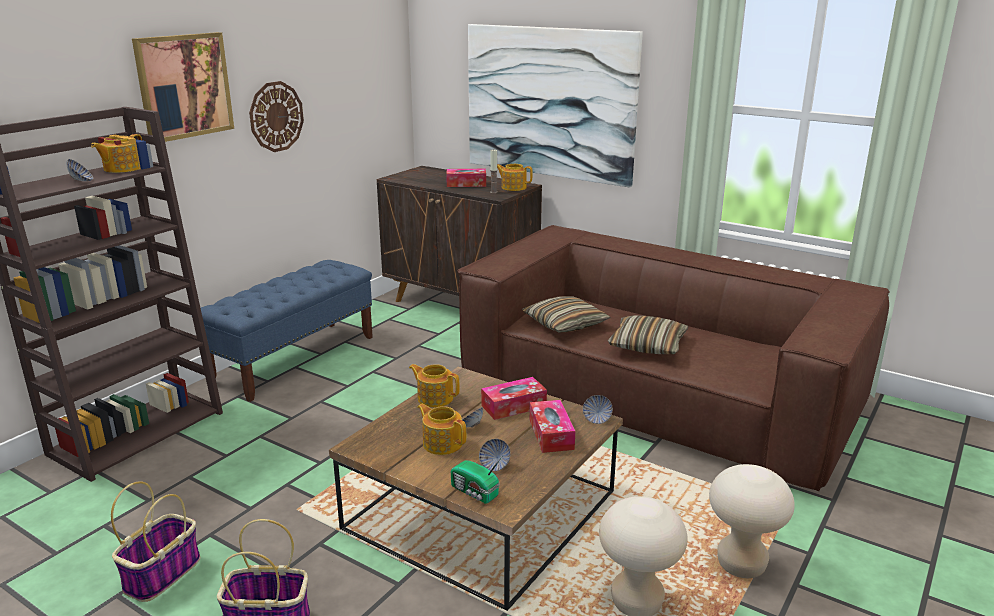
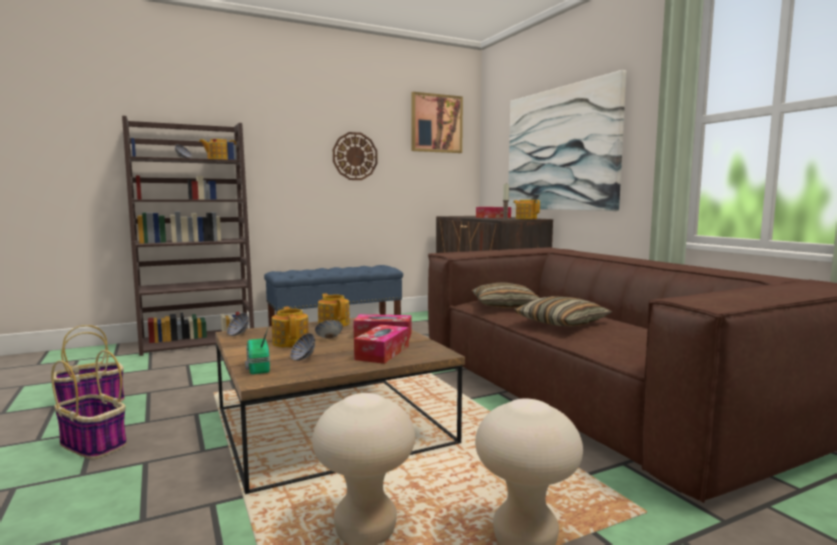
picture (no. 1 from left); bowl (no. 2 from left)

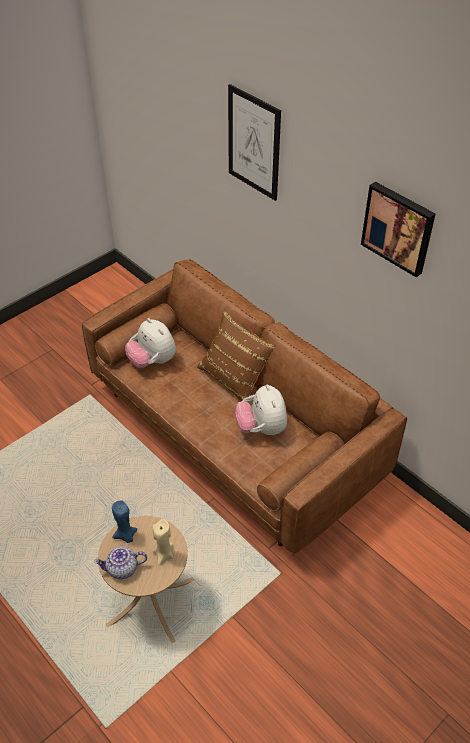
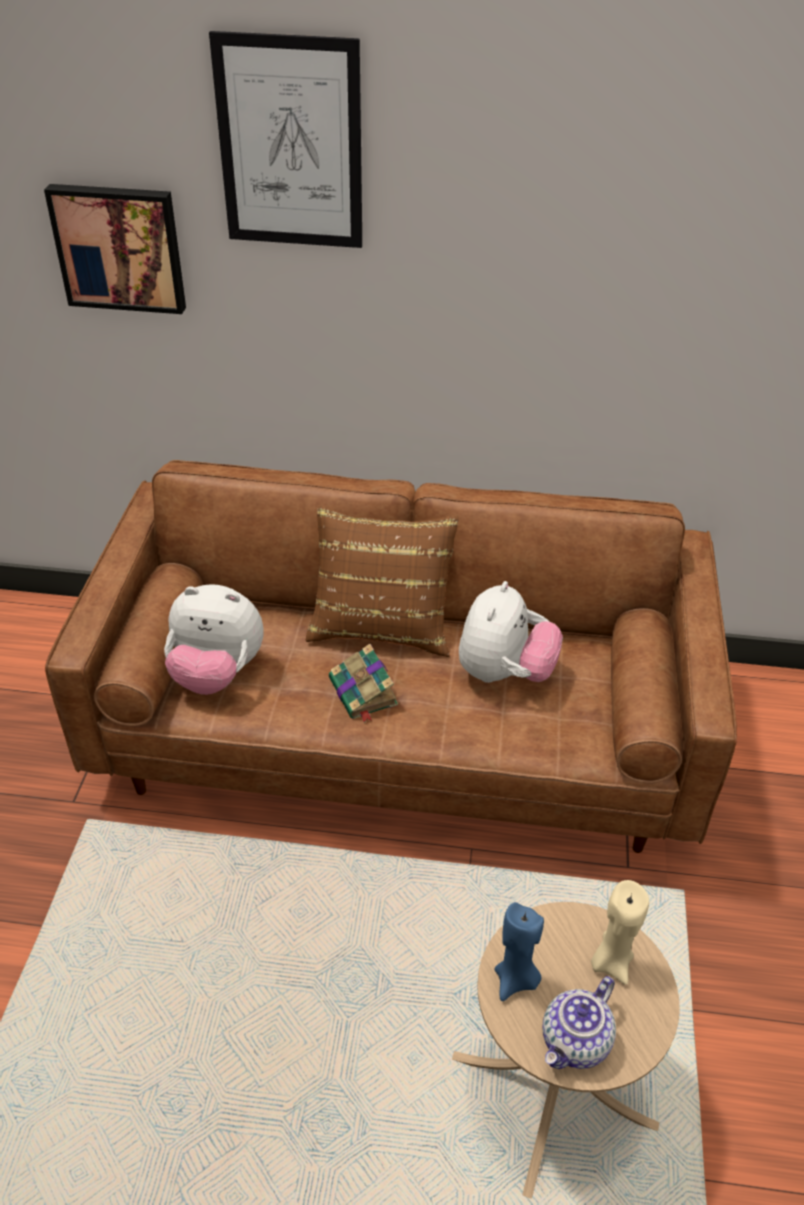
picture (no. 1 from left); plush toy (no. 2 from left); book

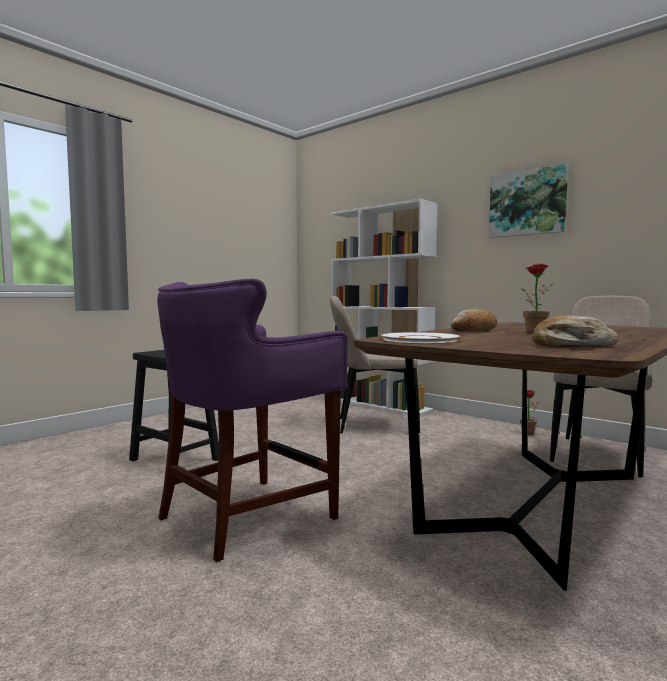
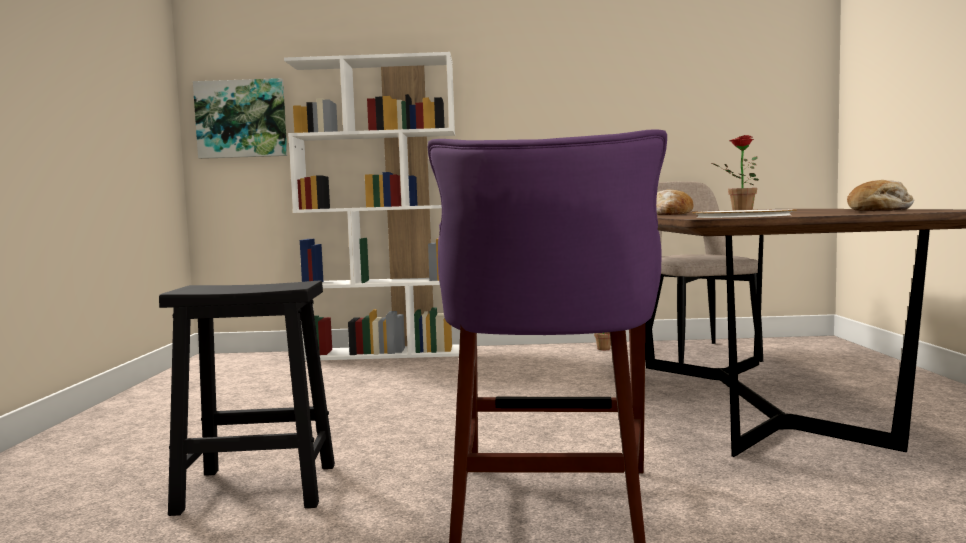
picture; chair/beige (no. 1 from left in the first image)

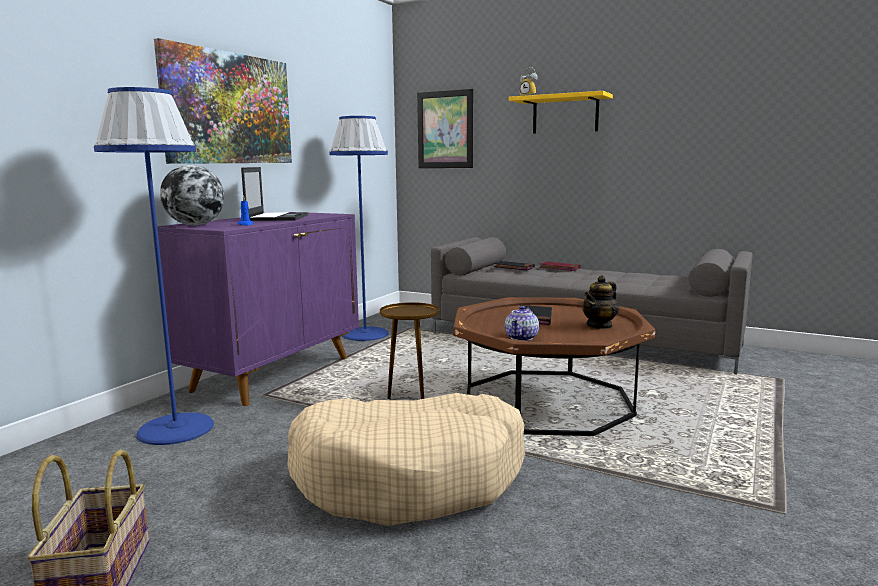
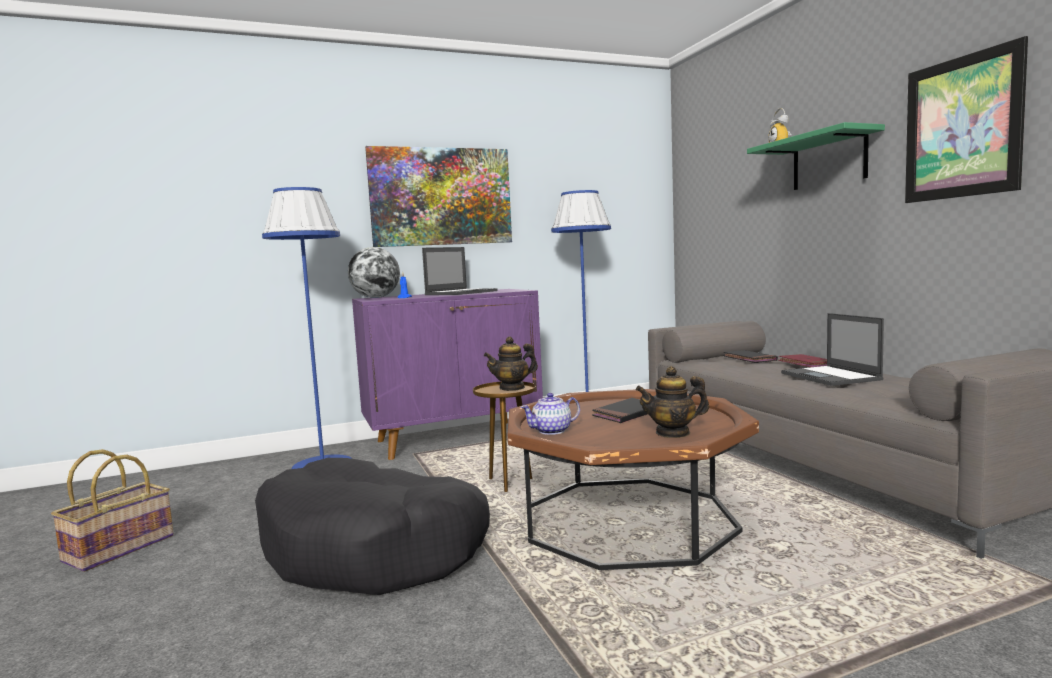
picture (no. 2 from left); shelf/green; dog bed/black; laptop (no. 2 from left); teapot (no. 1 from left)

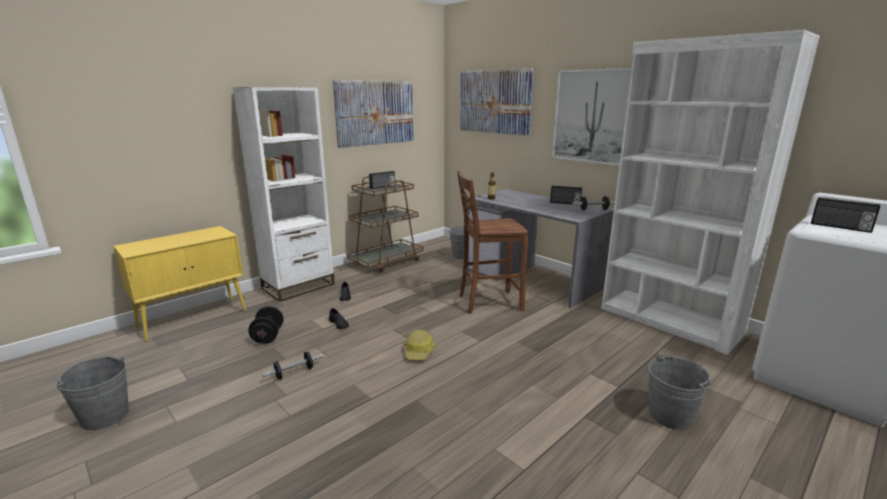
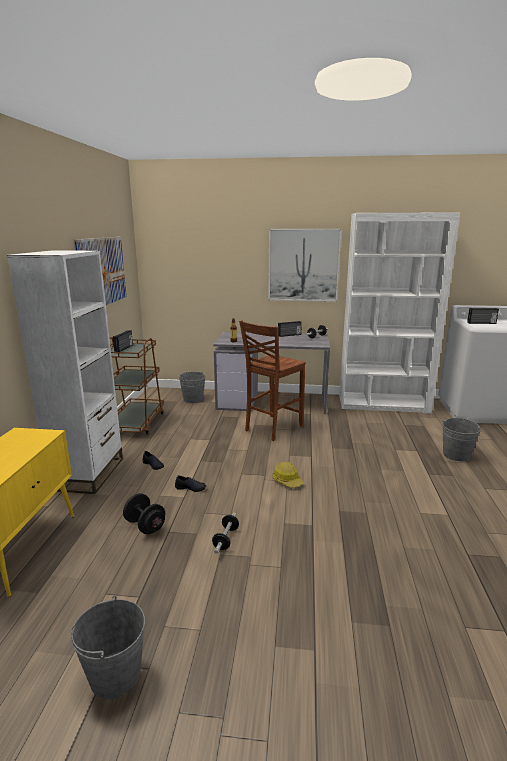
picture (no. 2 from left in the first image)

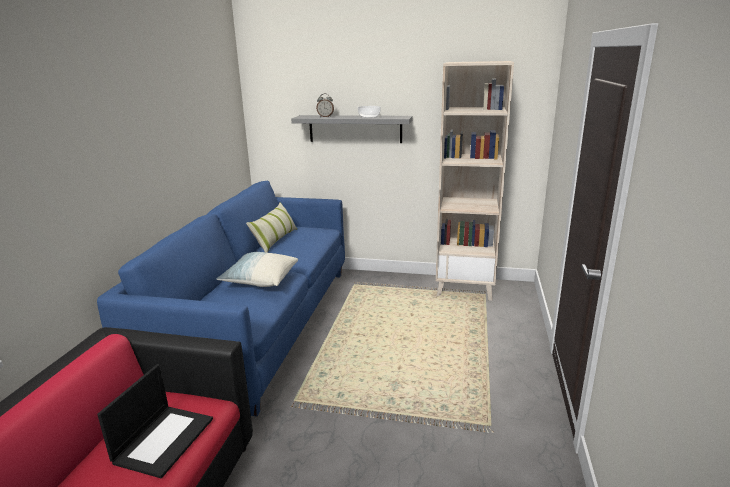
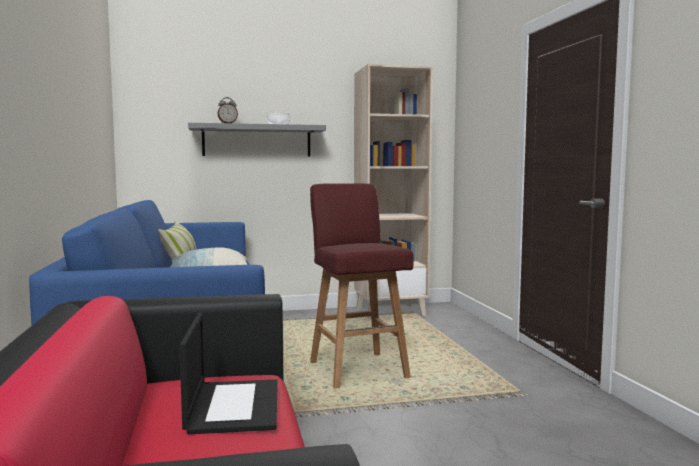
stool/red

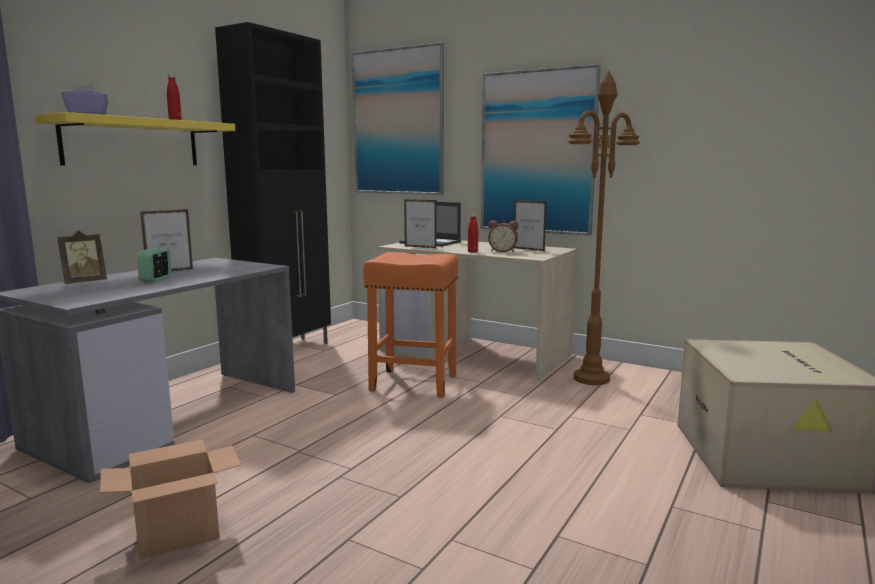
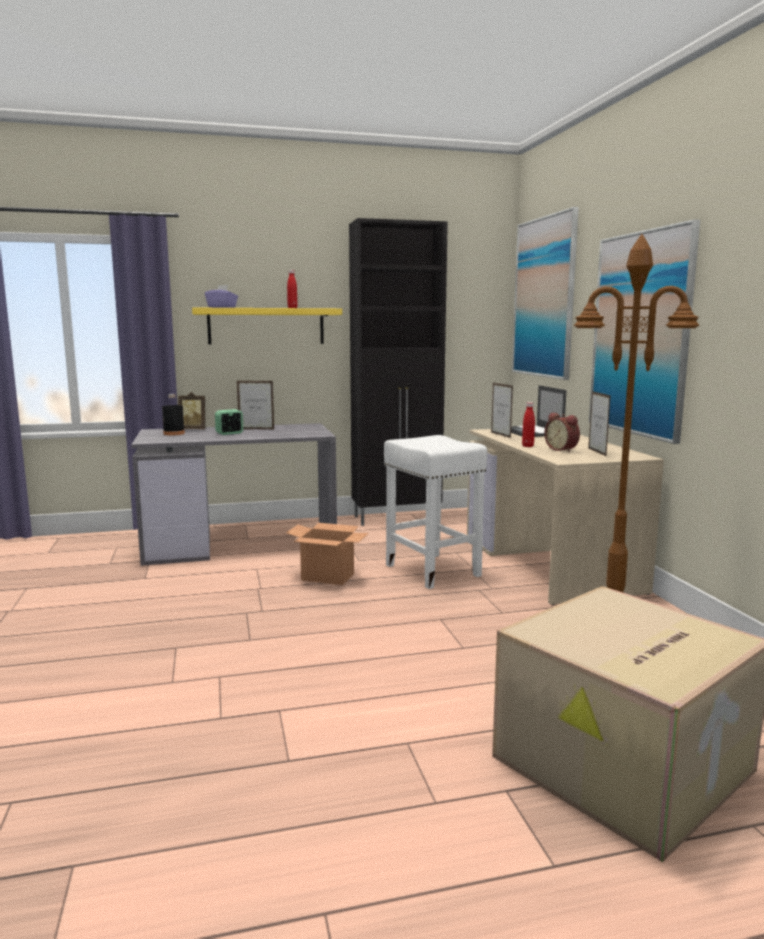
stool/white; cardboard box (no. 1 from left); bottle/black

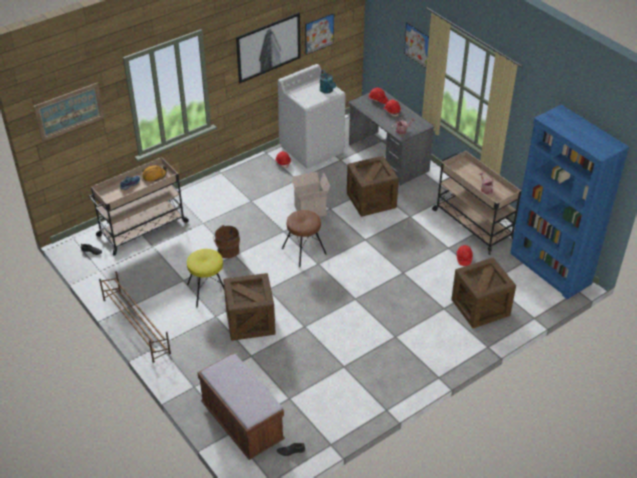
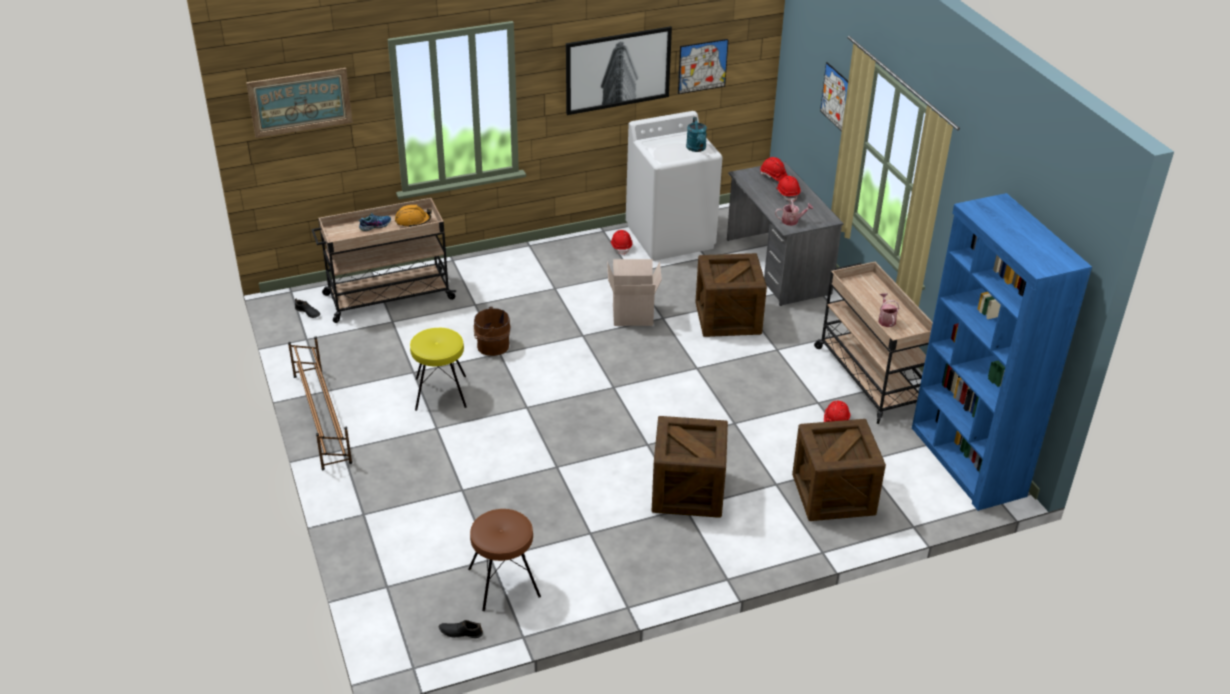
stool/brown; crate (no. 1 from left); bench/brown

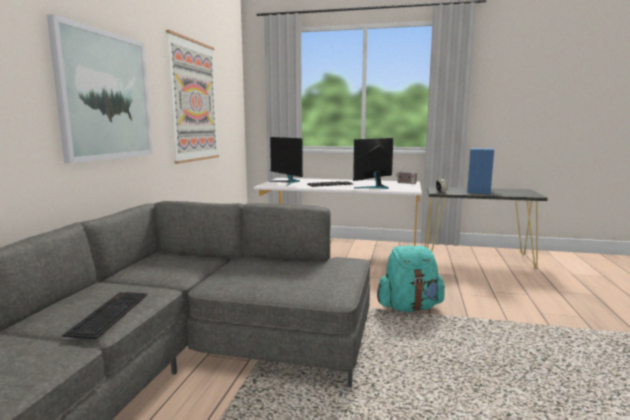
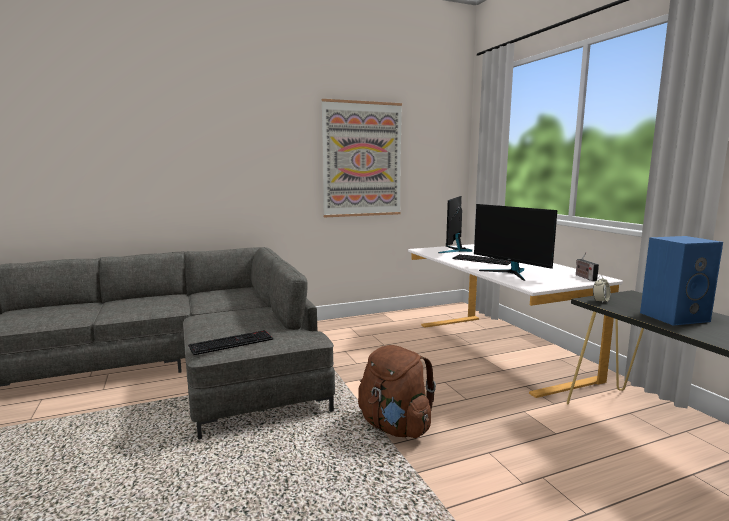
picture (no. 1 from left in the first image); monitor (no. 2 from left); backpack/brown; keyboard (no. 1 from left)

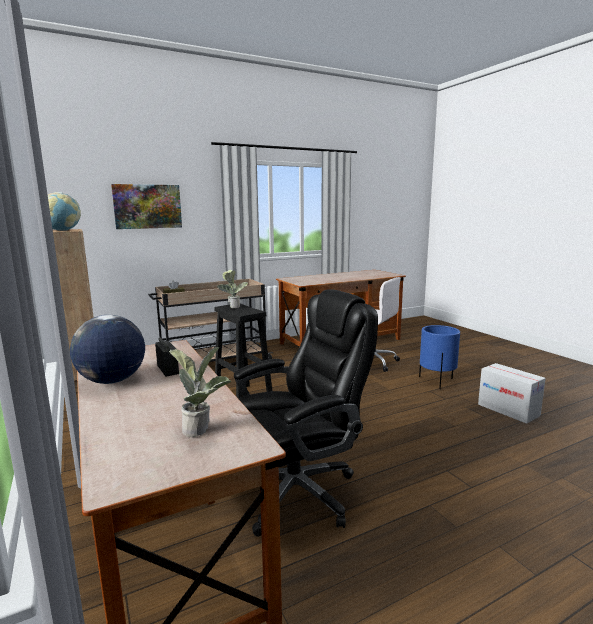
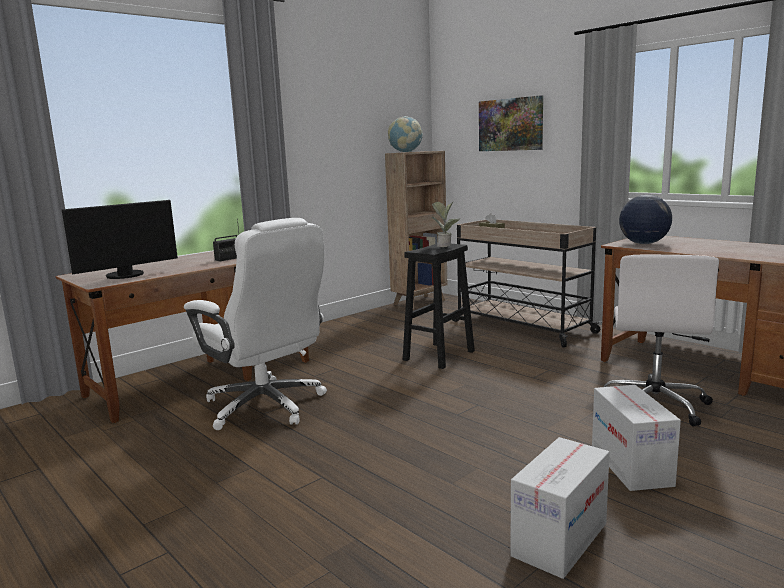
office chair/white (no. 1 from left); globe (no. 2 from left); cardboard box (no. 2 from left); monitor

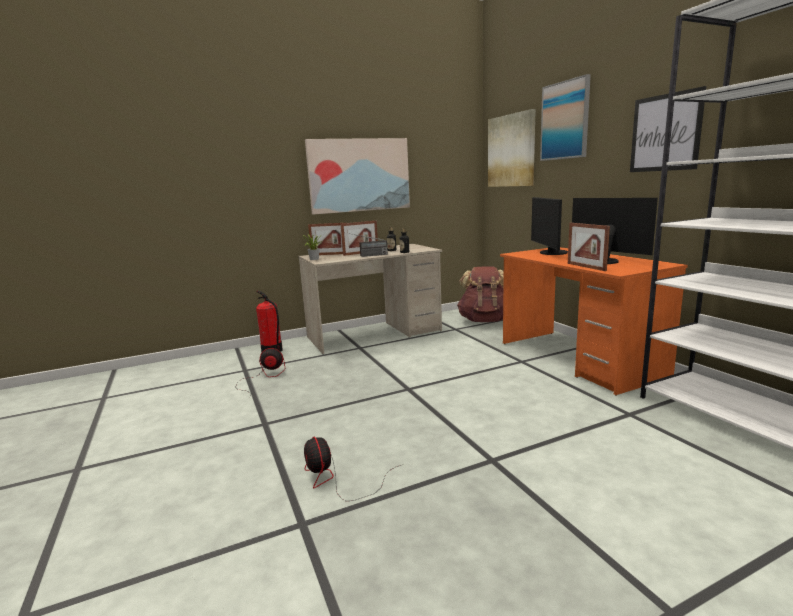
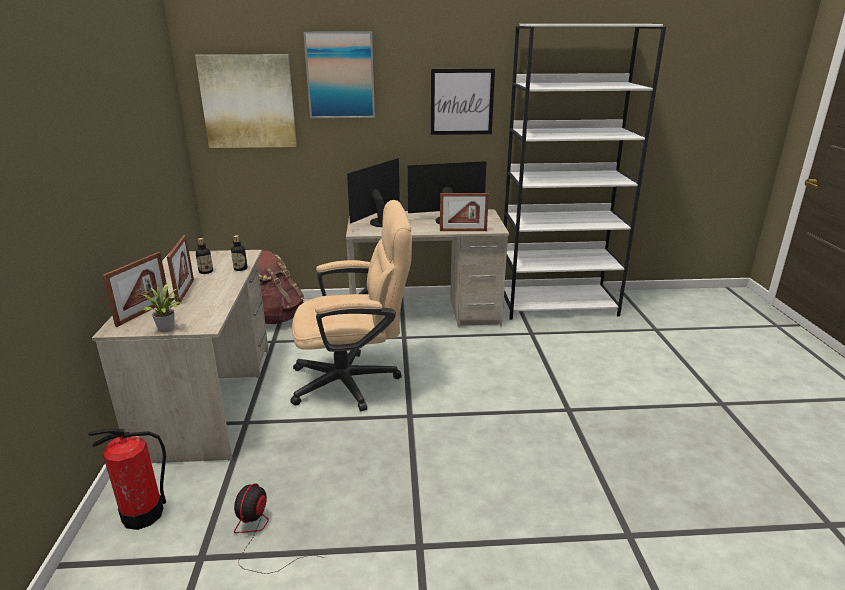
picture (no. 1 from left in the first image); monitor (no. 1 from left); radio; desk/beige (no. 2 from left); fan (no. 2 from left in the first image); office chair/beige

